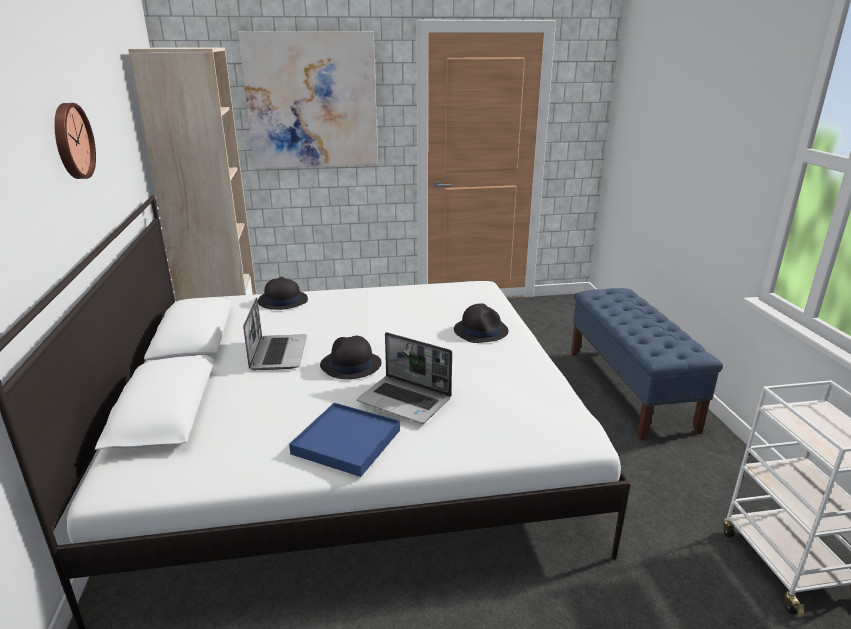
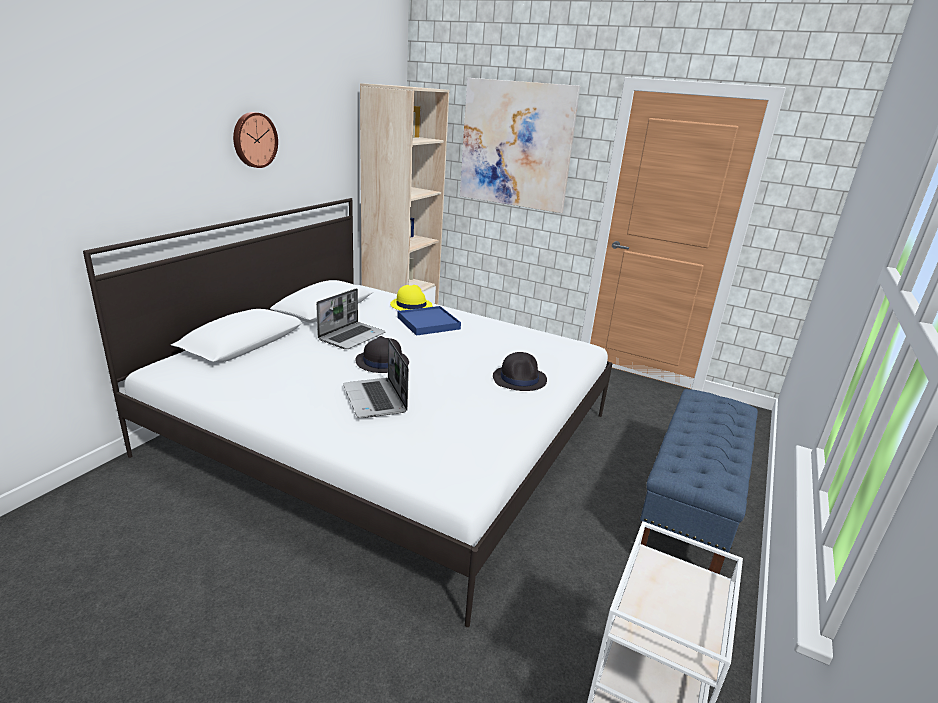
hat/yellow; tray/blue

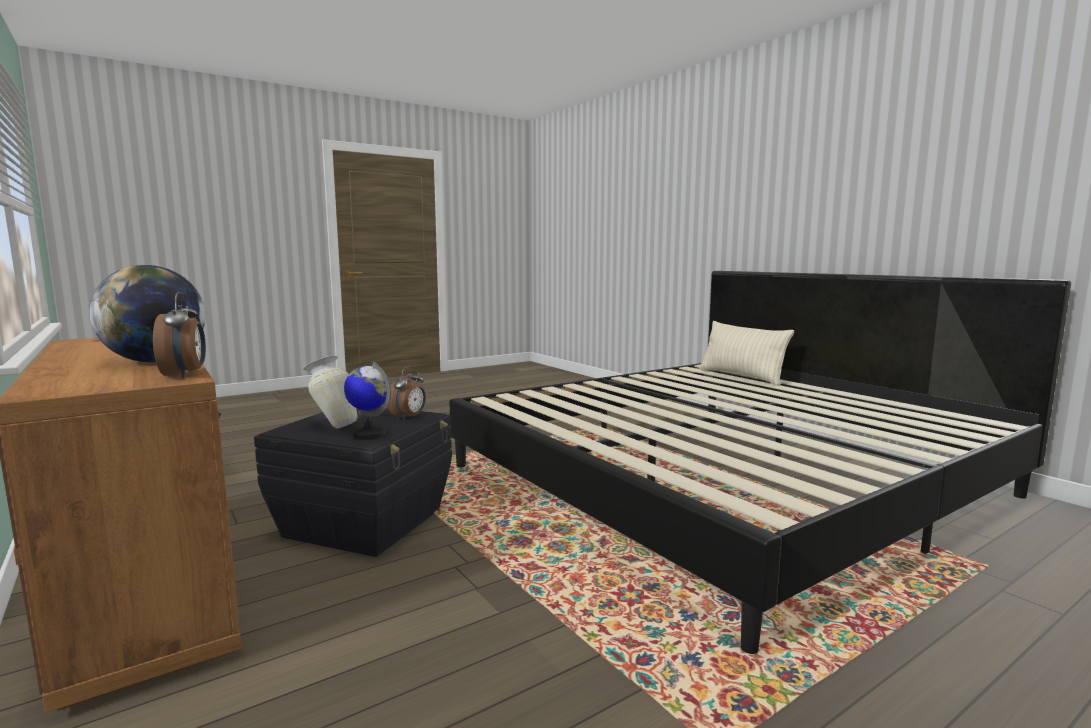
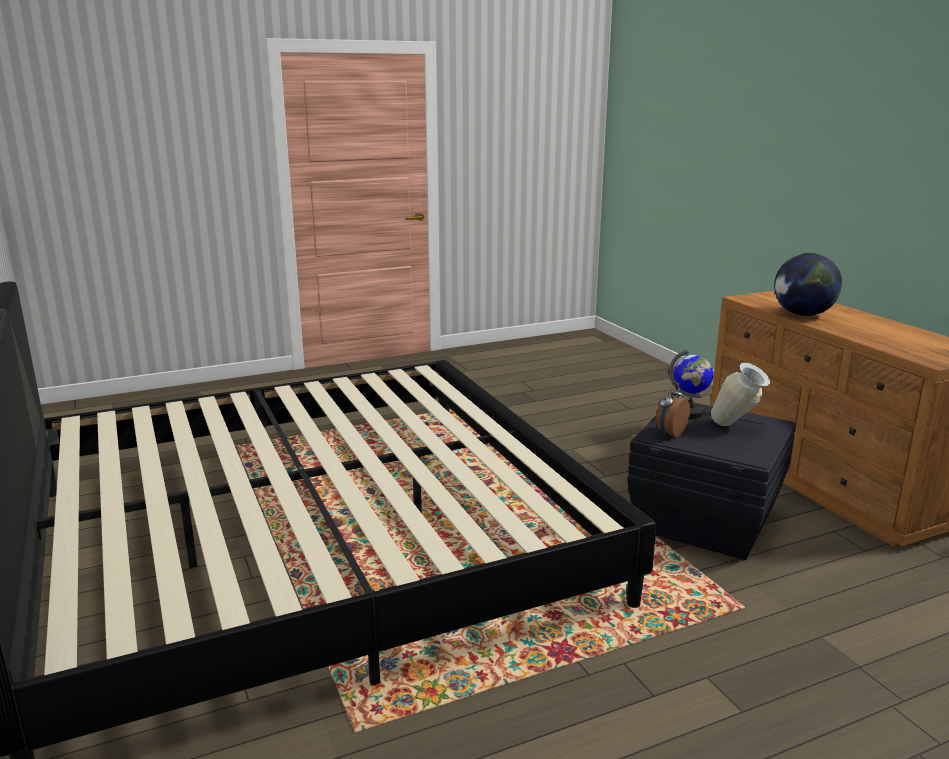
alarm clock (no. 1 from left in the first image); pillow/beige

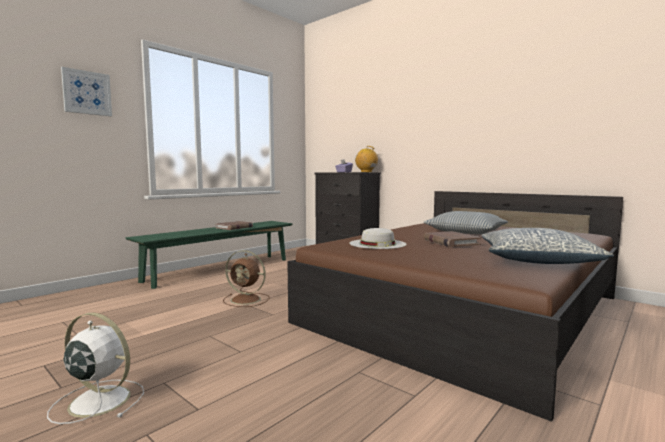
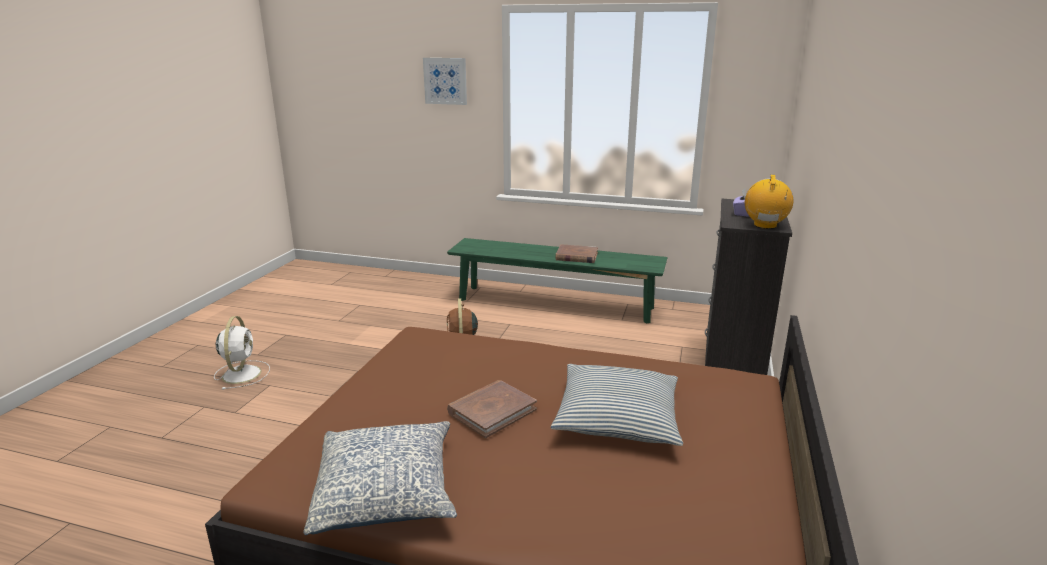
hat/white

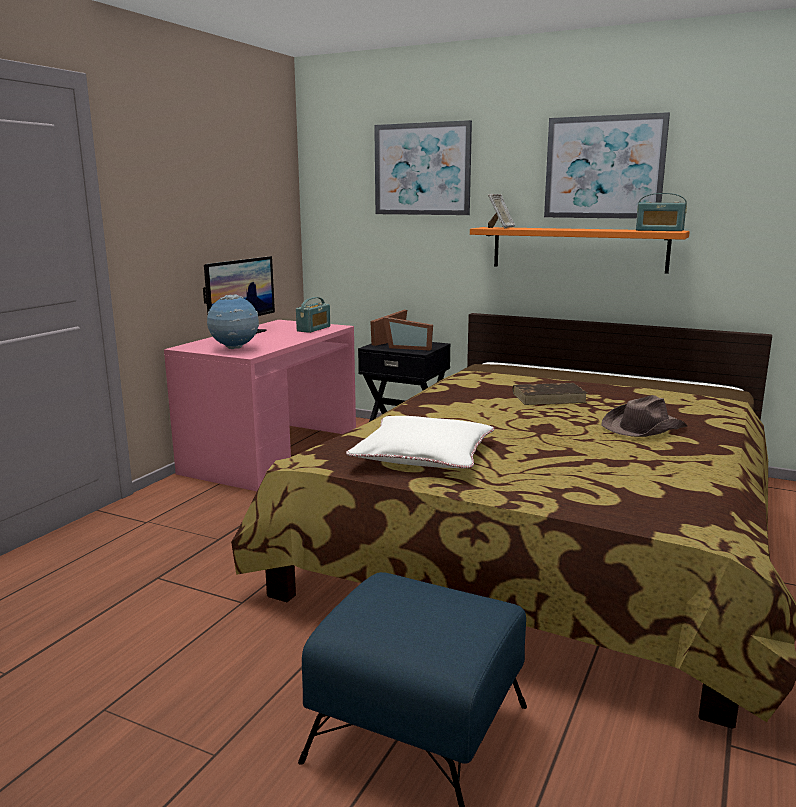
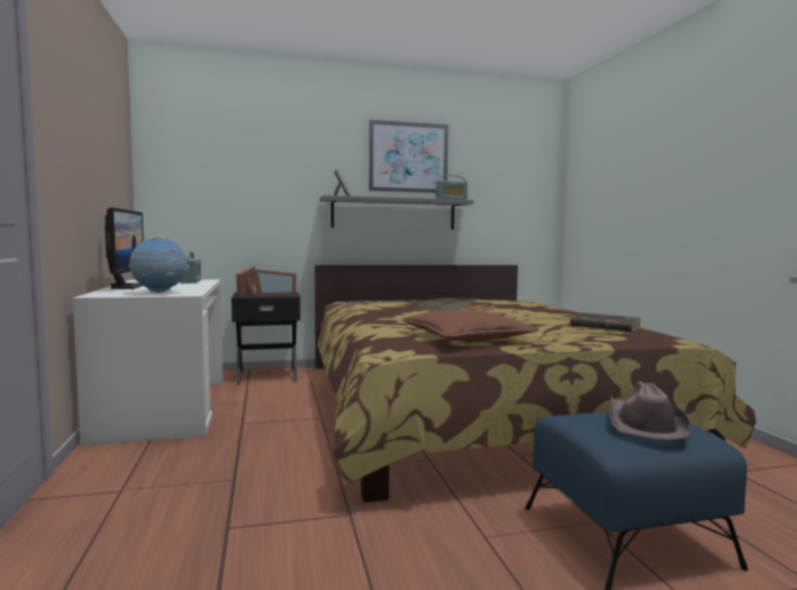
picture (no. 1 from left in the first image); shelf/grey; desk/white; hat/brown; pillow/brown; book/brown (no. 2 from left)

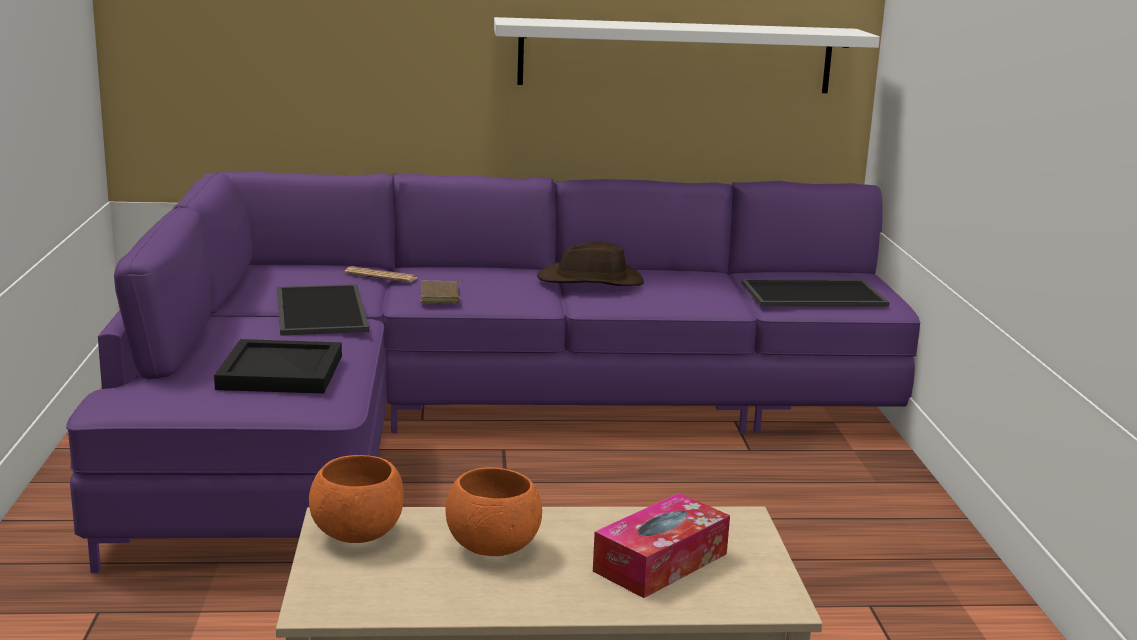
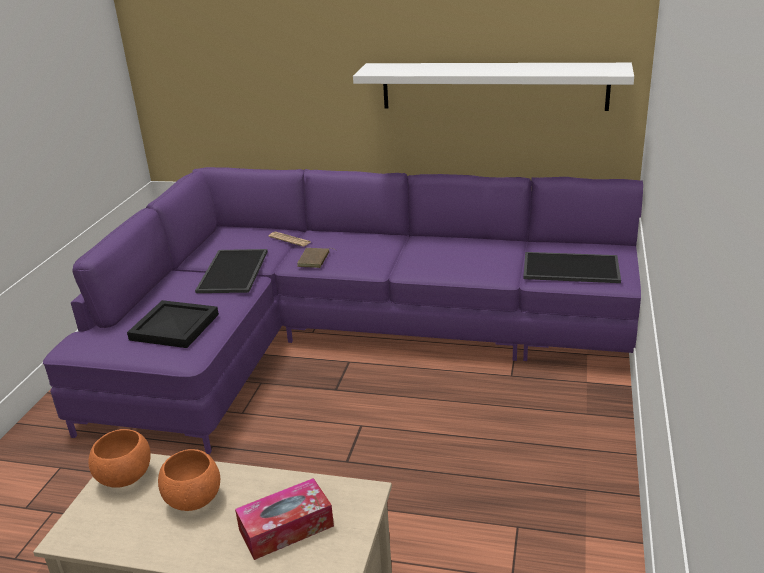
hat/brown

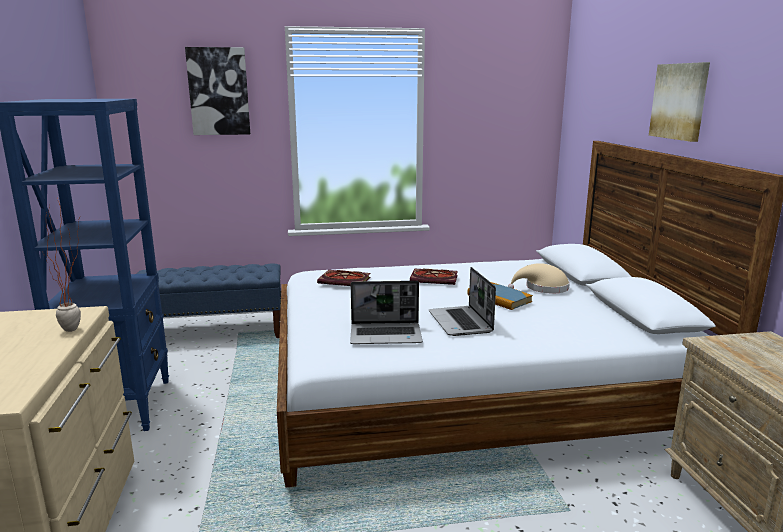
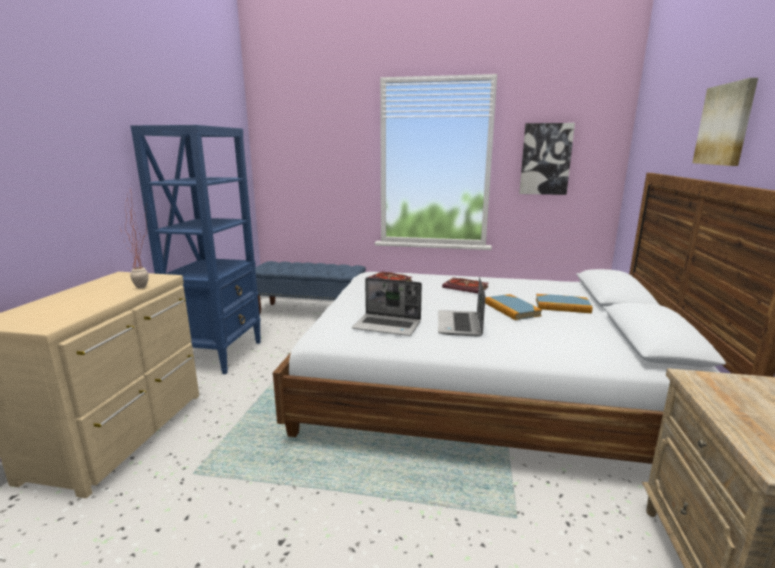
picture (no. 1 from left); book (no. 4 from left)

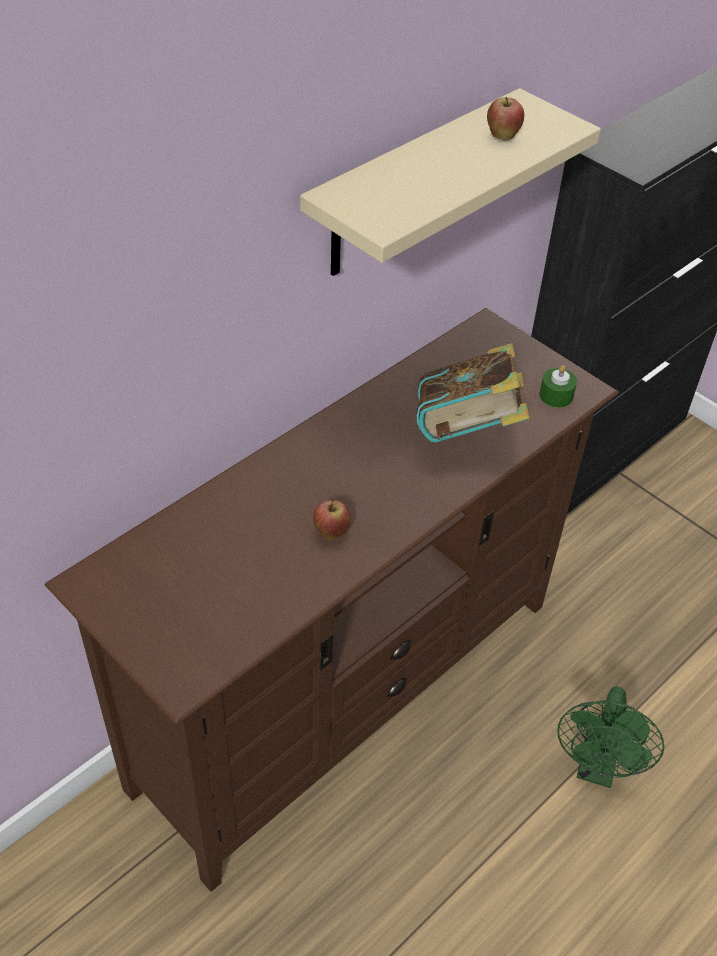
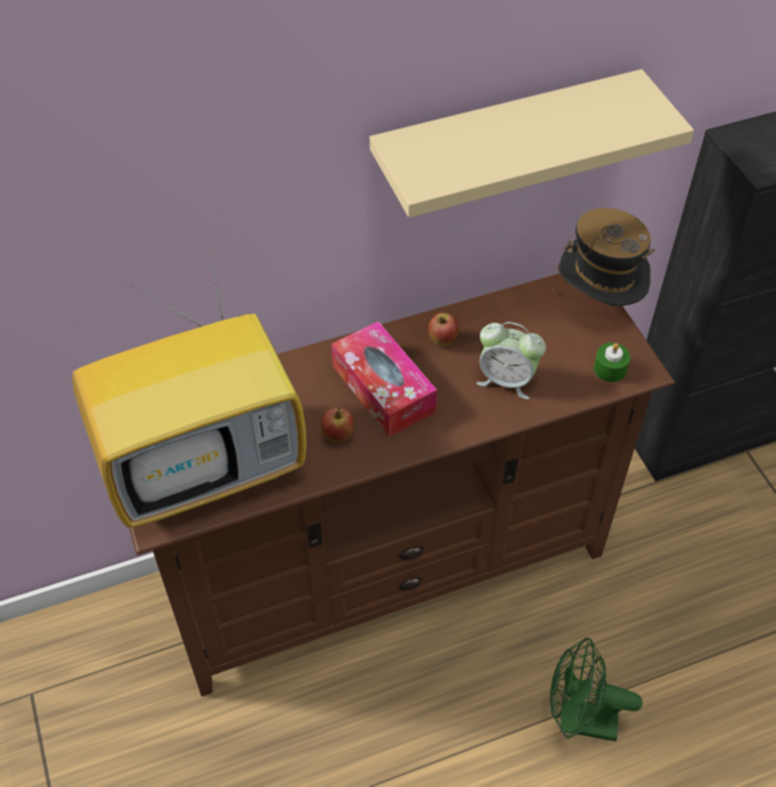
apple (no. 2 from left); alarm clock; fan/green; hat; television; tissue box

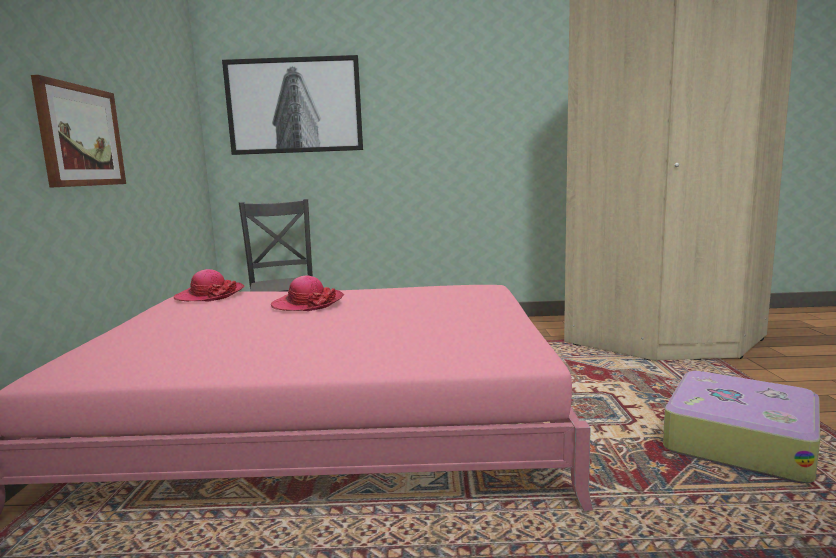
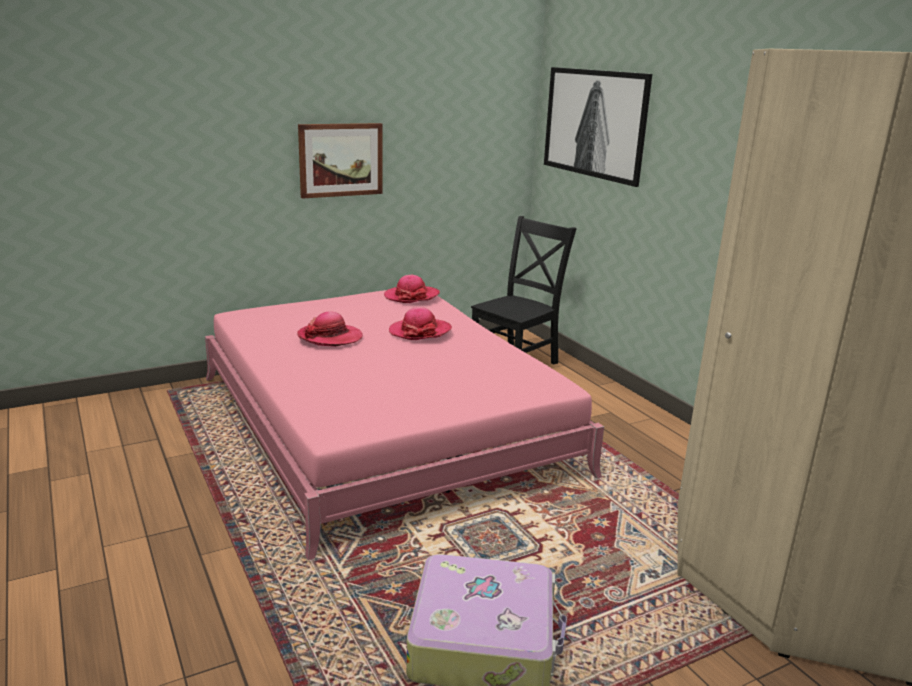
hat (no. 1 from left)

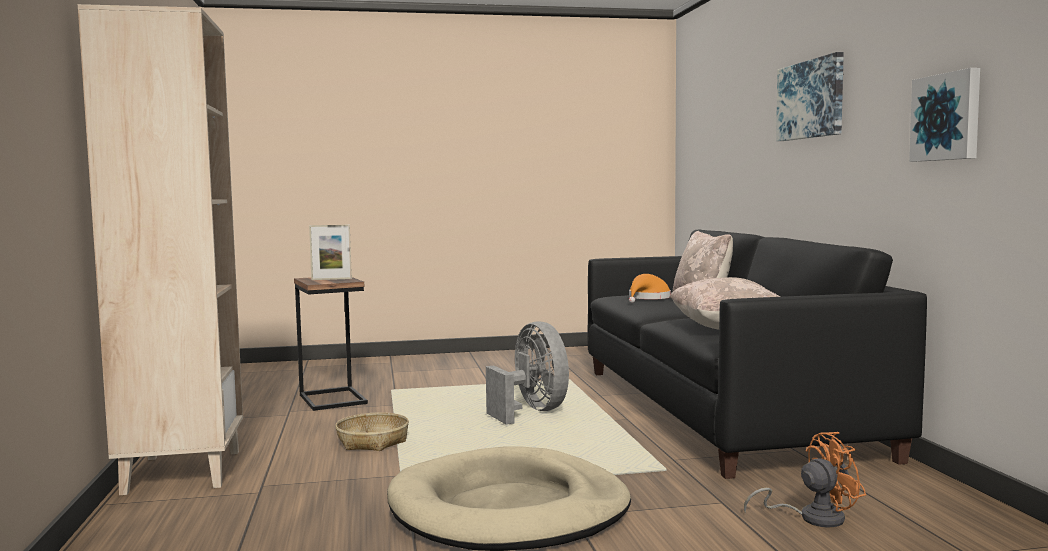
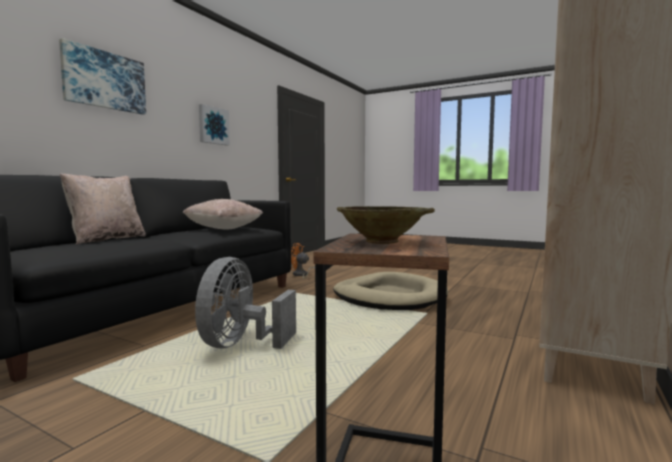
bowl/beige; hat/orange; basket

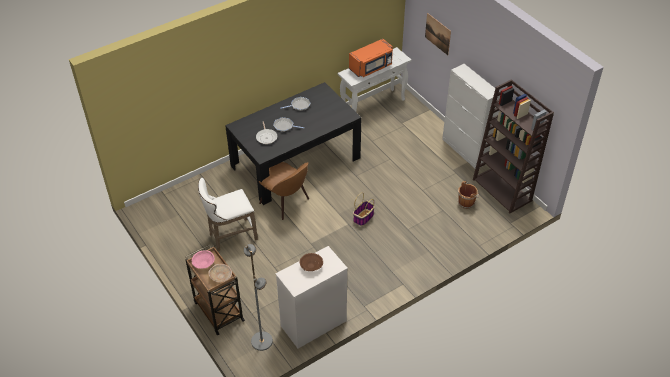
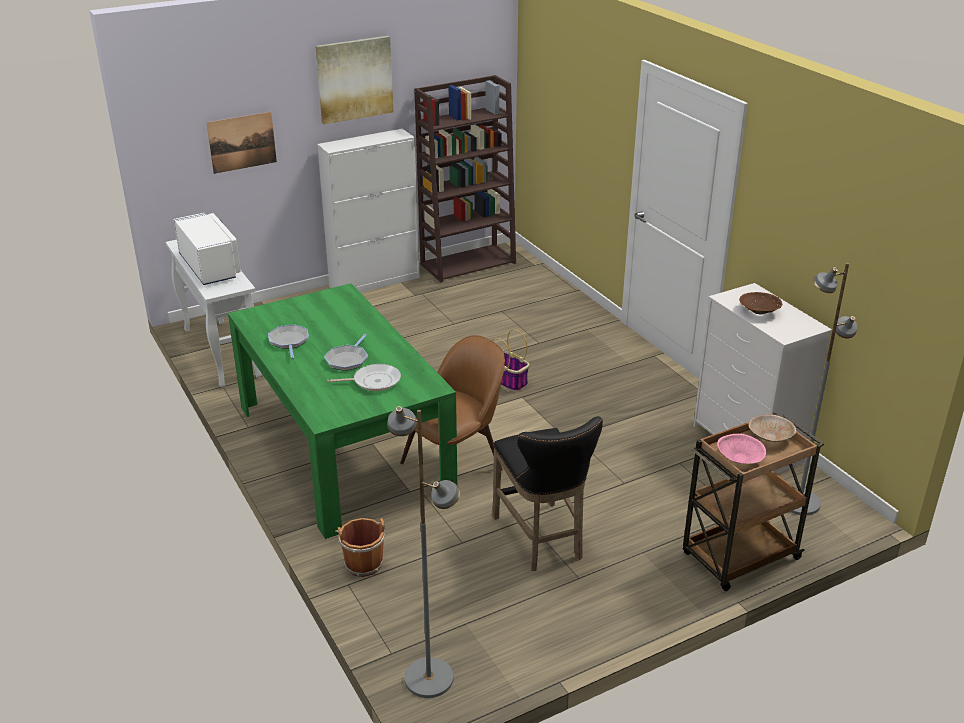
microwave/white; dining table/green; stool/black; bucket/brown; picture (no. 2 from left); floor lamp/grey (no. 1 from left)

